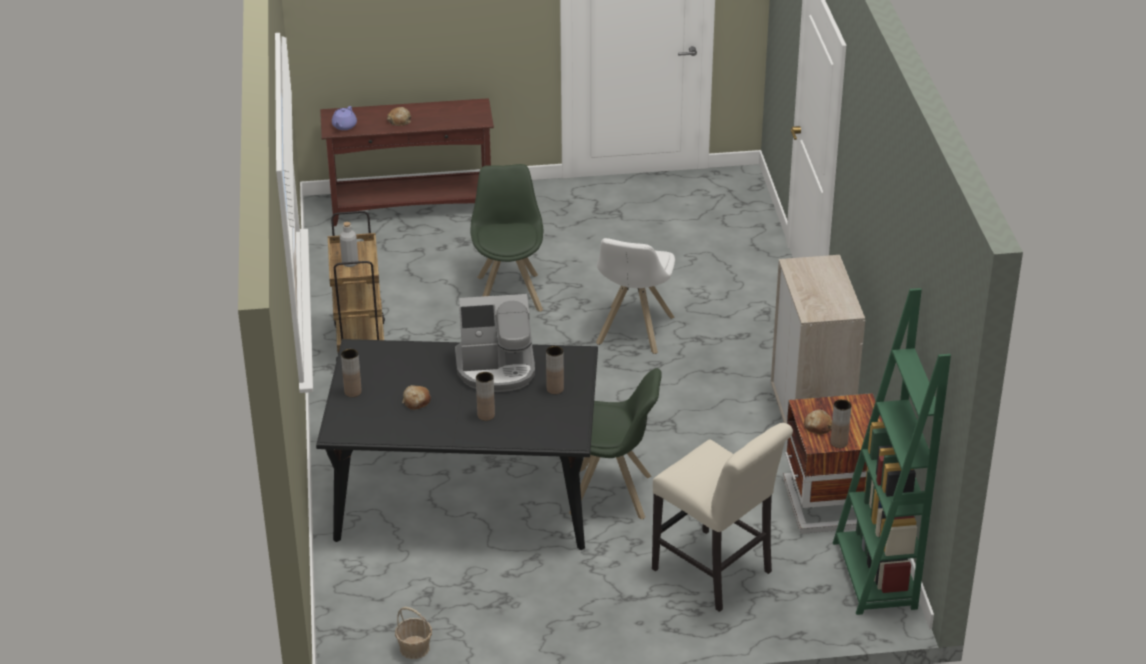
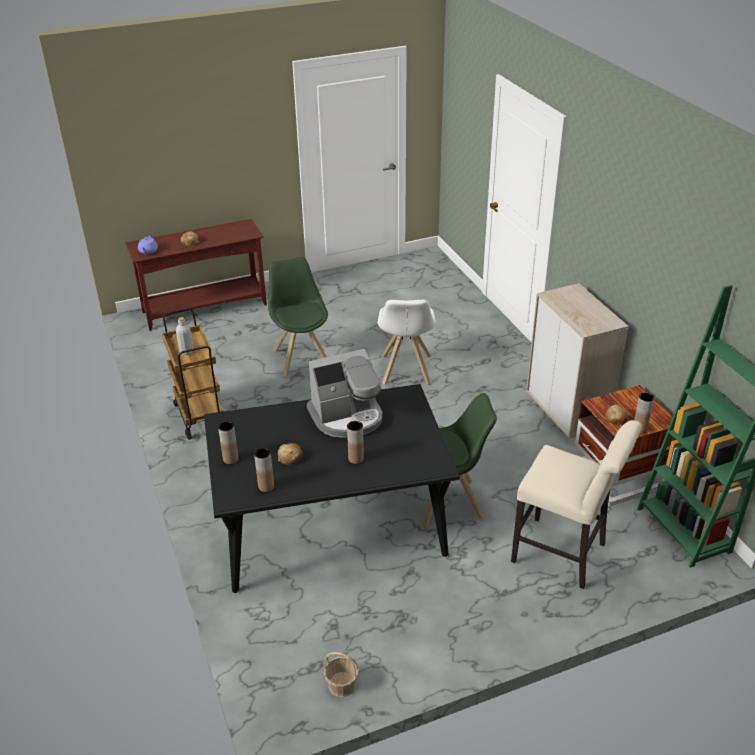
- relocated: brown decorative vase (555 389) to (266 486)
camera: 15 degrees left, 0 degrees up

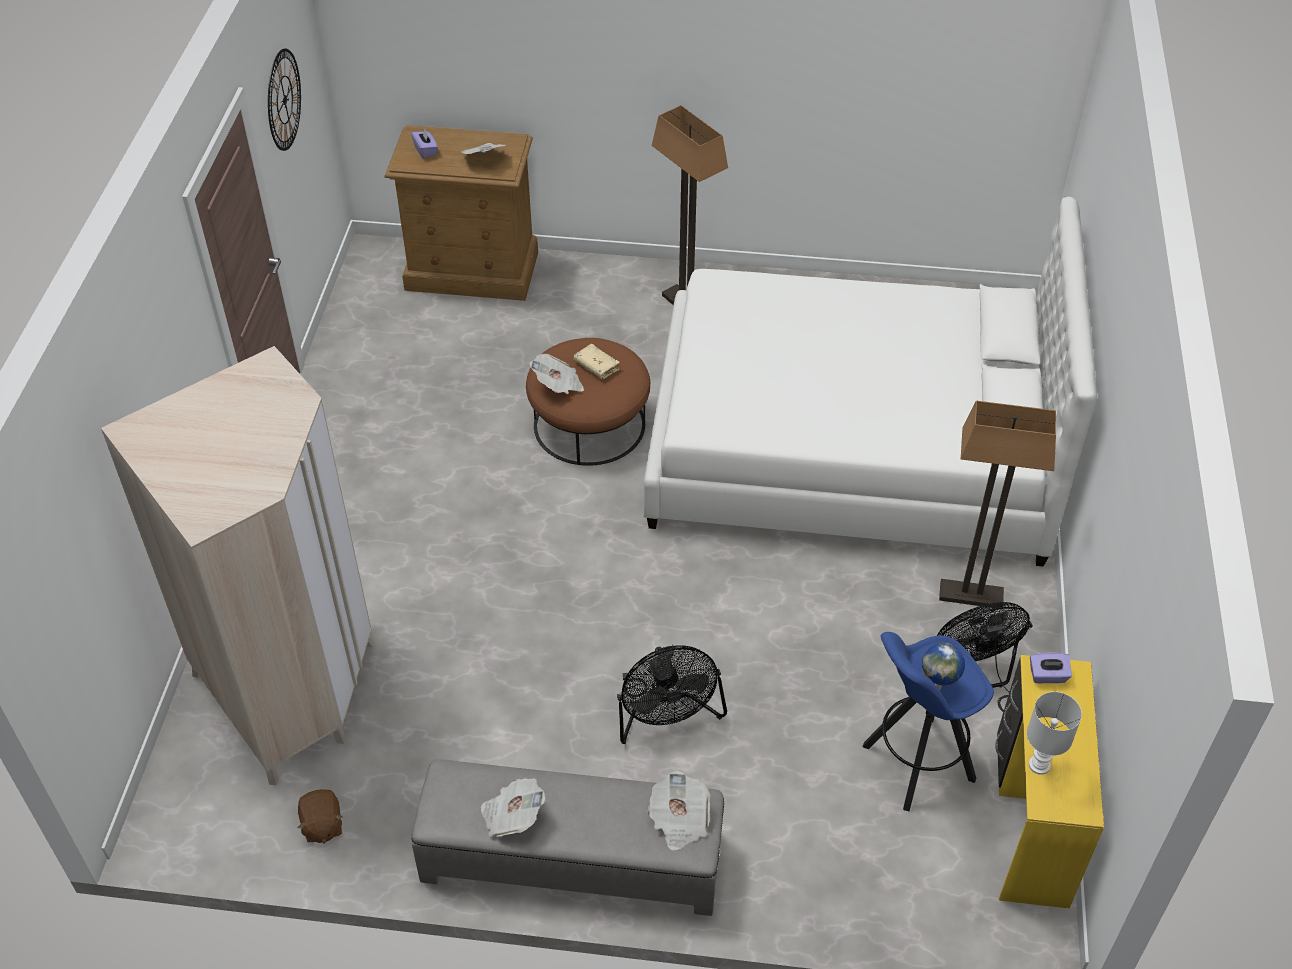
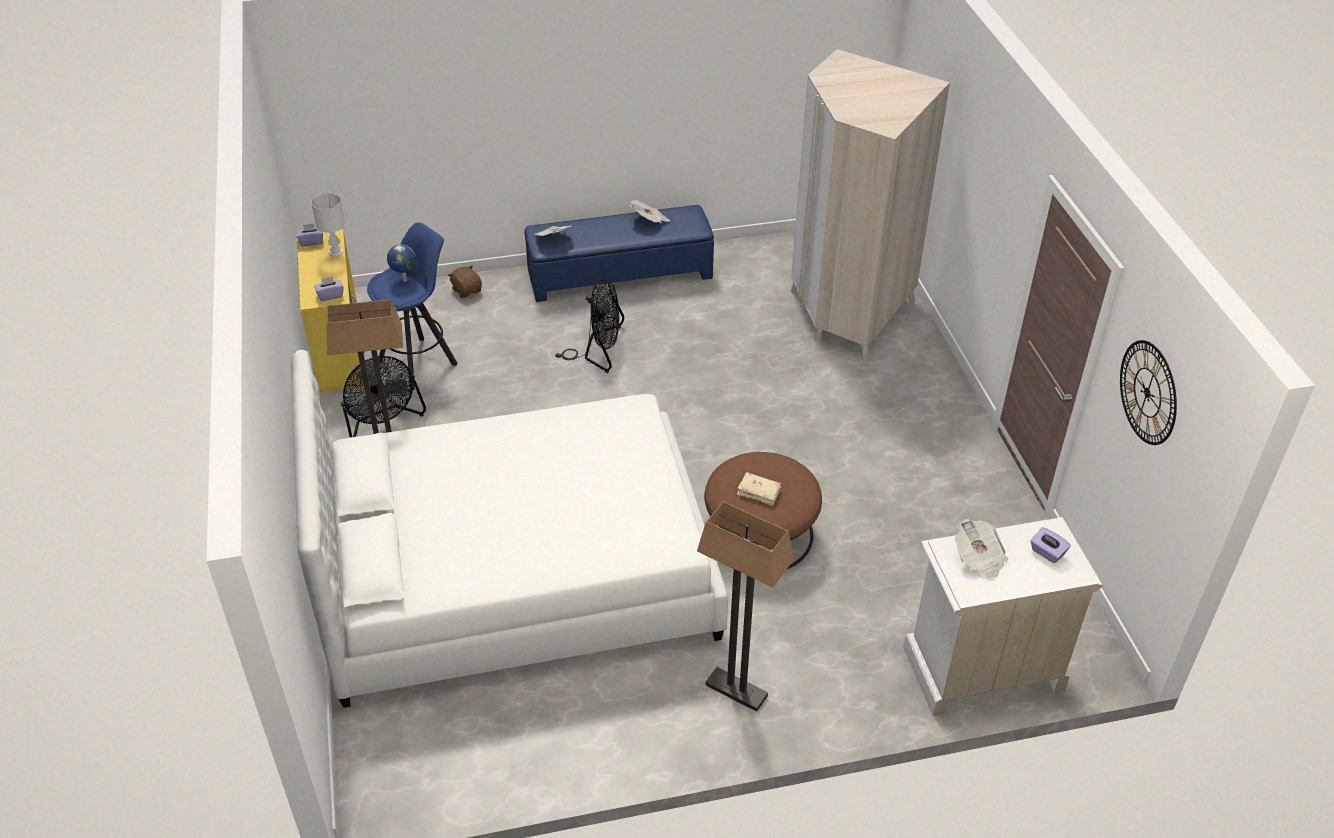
- relocated: brown plush toy (322 825) to (467 290)
- colour: brown drawer chest (472 271) to white drawer chest (982 668)
- colour: gray long seat (570 859) to blue long seat (620 273)
- missing: daily paper (558 385)
- spun: black electric fan (662 714) = (598 349) 135 degrees clockwise
- appeared: purple tissue holder (311 242)
camera: 160 degrees right, 5 degrees down

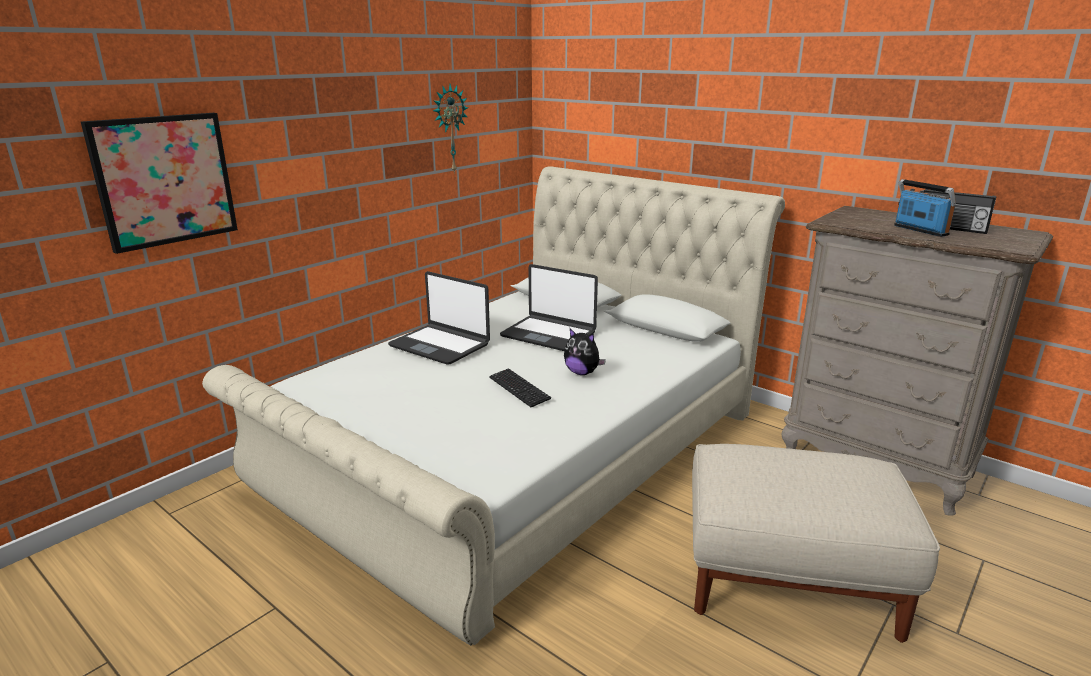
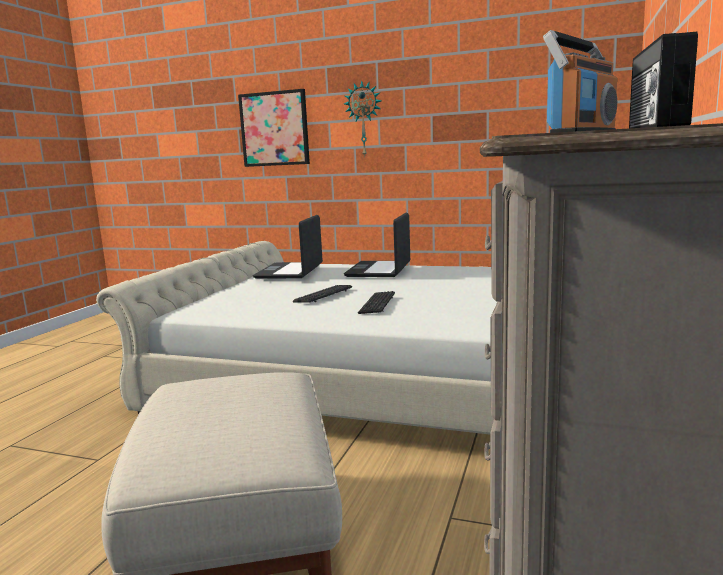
- relocated: wall clock (449 129) to (364 119)
- relocated: laptop (549 334) to (290 272)
- exchanged: plush toy (582 372) to PC keyboard (377 304)
camera: 70 degrees right, 10 degrees down

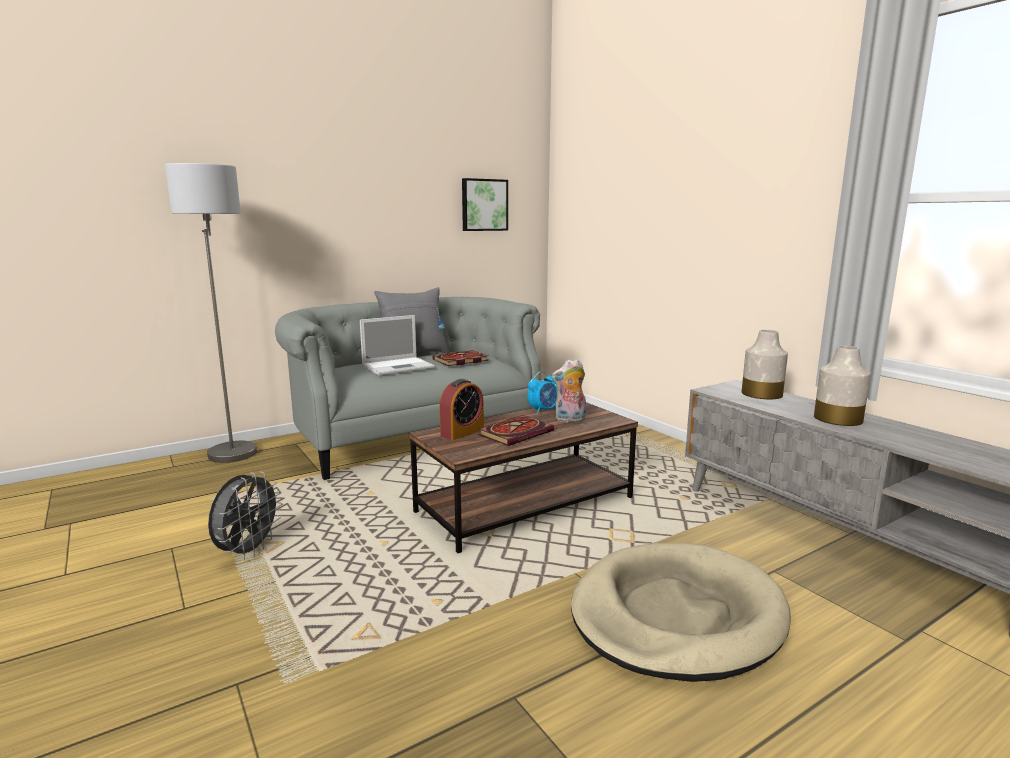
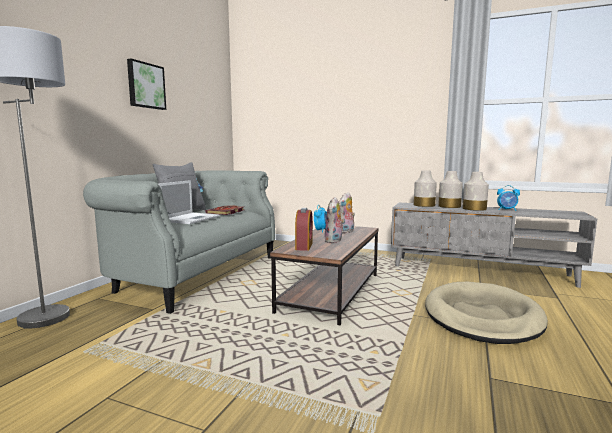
- missing: gray electric fan (248 551)
- relocated: wall picture (484 205) to (145 85)
- exchanged: volume (516 432) to plush toy (334 241)
- appeared: sand-coloured decorative vase (449 206)
- appeared: alarm clock (507 210)
camera: 35 degrees left, 5 degrees down

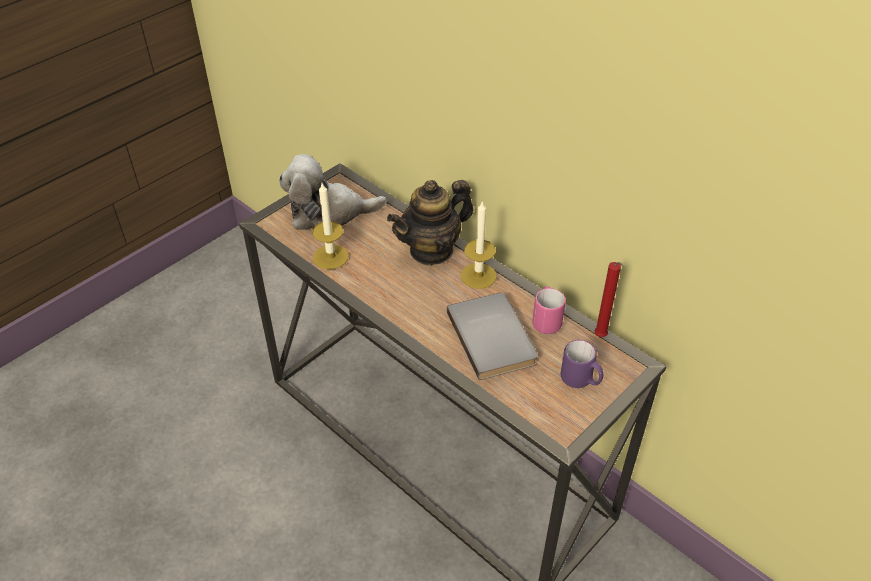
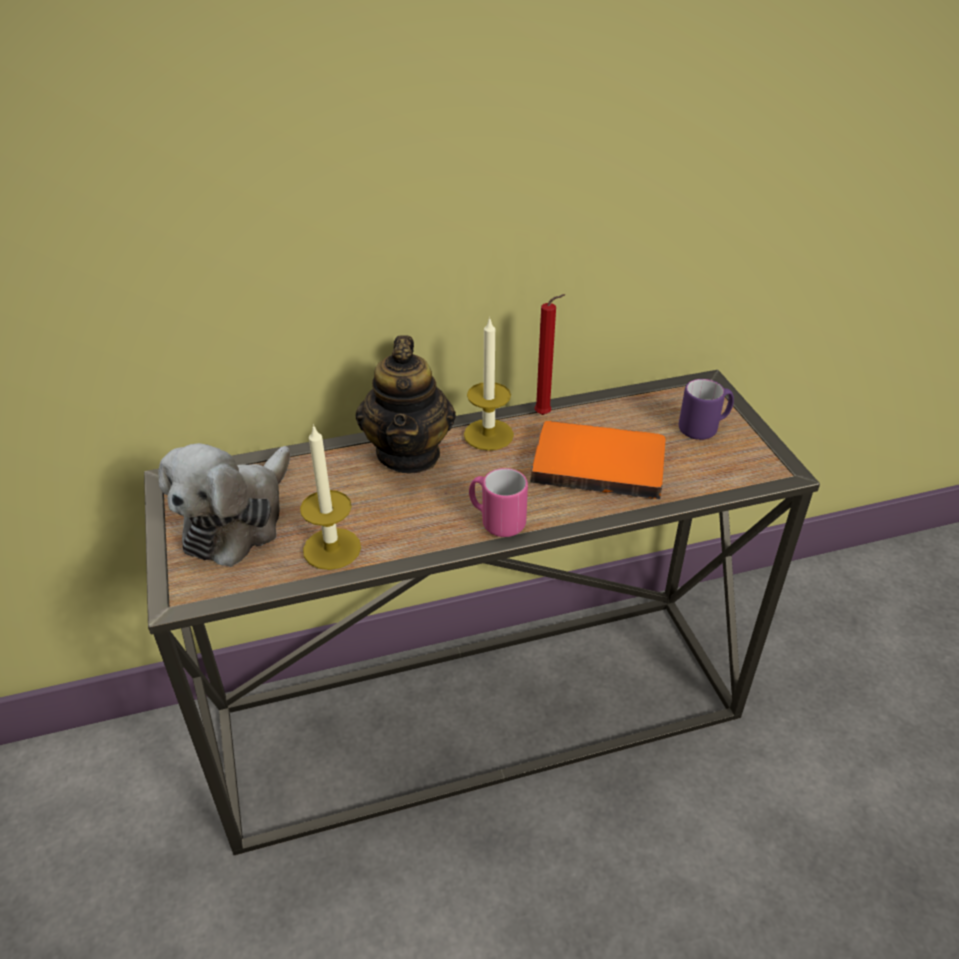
- colour: gray volume (494 337) to orangey volume (599 461)
- relocated: pinkish tea mug (546 320) to (496 521)
- relocated: reddish wax candle (601 337) to (545 415)
camera: 60 degrees left, 5 degrees down

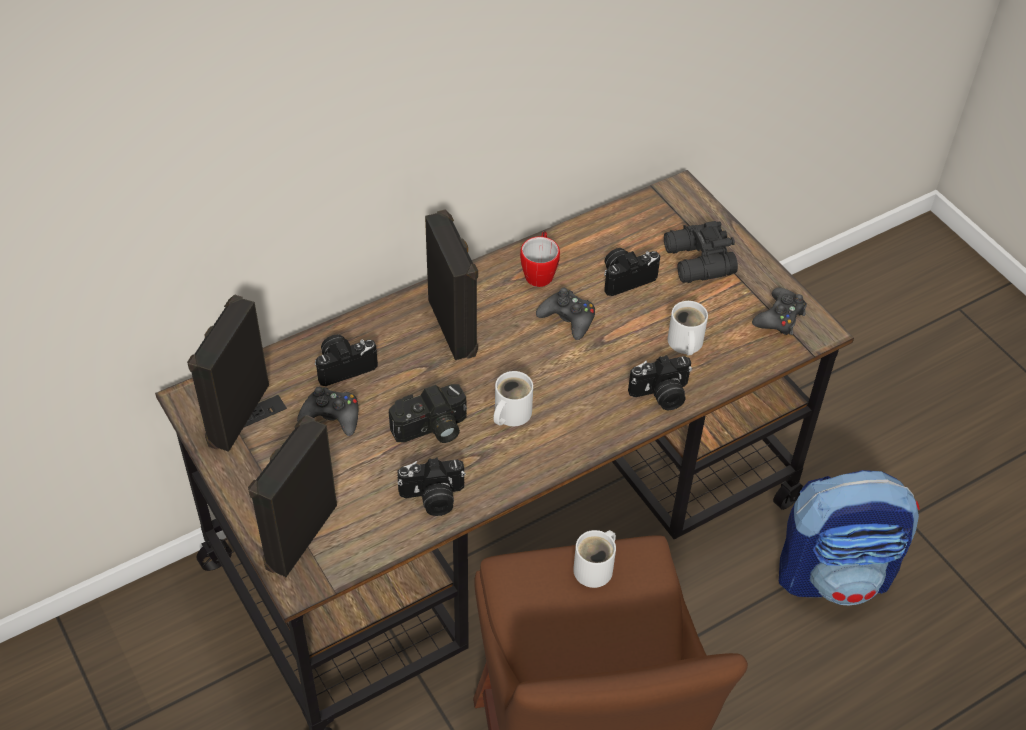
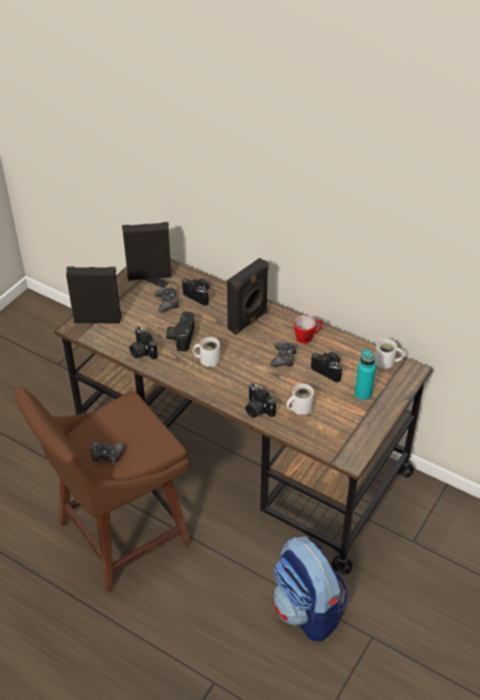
- spun: photo camera (431 430) = (180 337) 60 degrees clockwise
- relocated: white tea mug (596 568) to (386 362)
- exchanged: black pair of binoculars (697 262) to turquoise drink bottle (363 394)
- relocated: black joypad (780 317) to (106 455)
camera: 65 degrees right, 5 degrees down

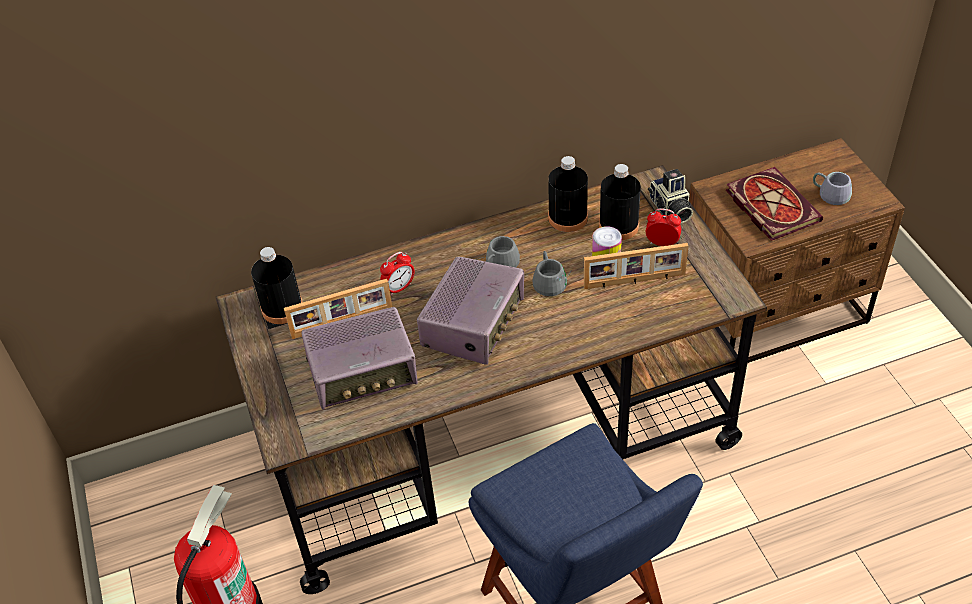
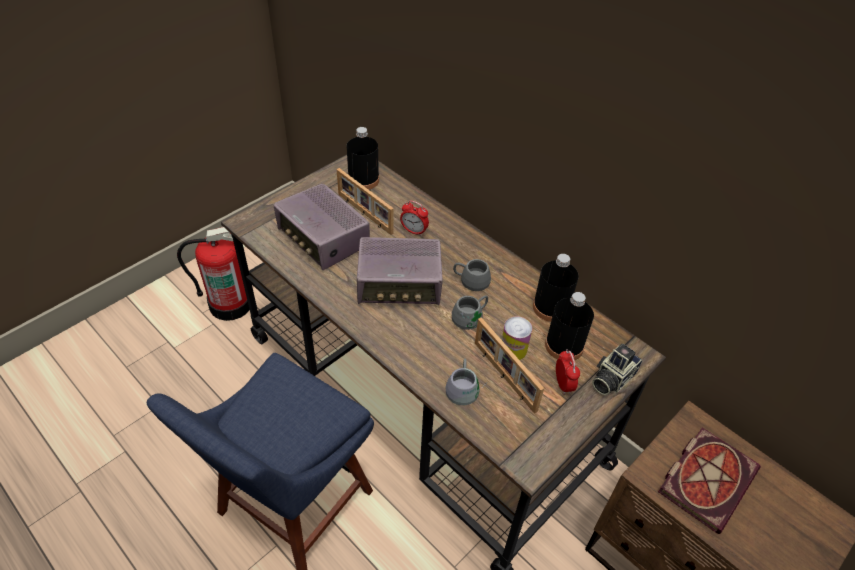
- relocated: gray tea mug (831 192) to (466 388)
camera: 60 degrees right, 0 degrees up

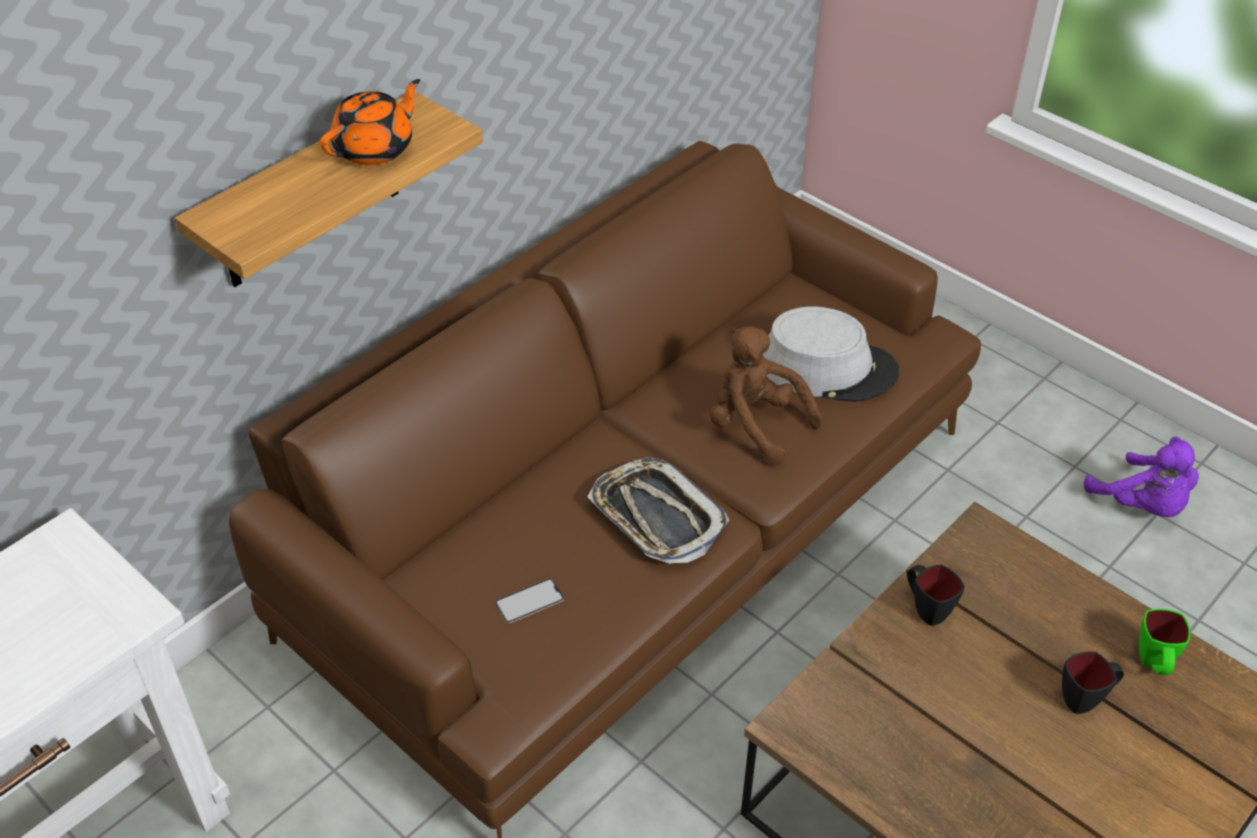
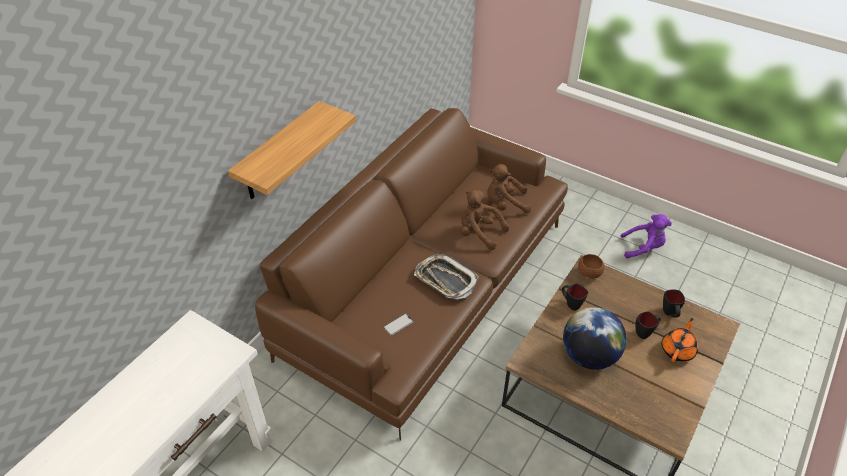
- relocated: orangey teapot (376 148) to (678 350)
- exchanged: gray wearable hat (828 367) to brown plush toy (505 204)
- spun: purple plush toy (1142 505) = (643 248) 45 degrees counterclockwise
- colour: green-coloured tea mug (1154 665) to black tea mug (670 314)
- appeared: desk globe (589 356)
- appeared: brown deep dish (589 273)
camera: 10 degrees left, 0 degrees up

